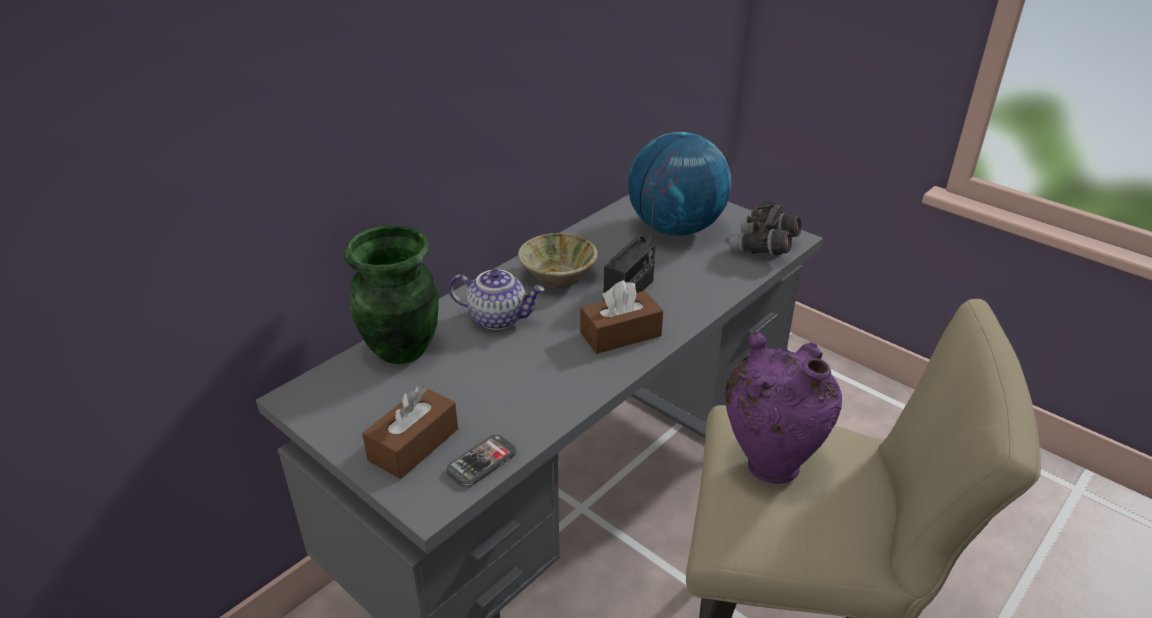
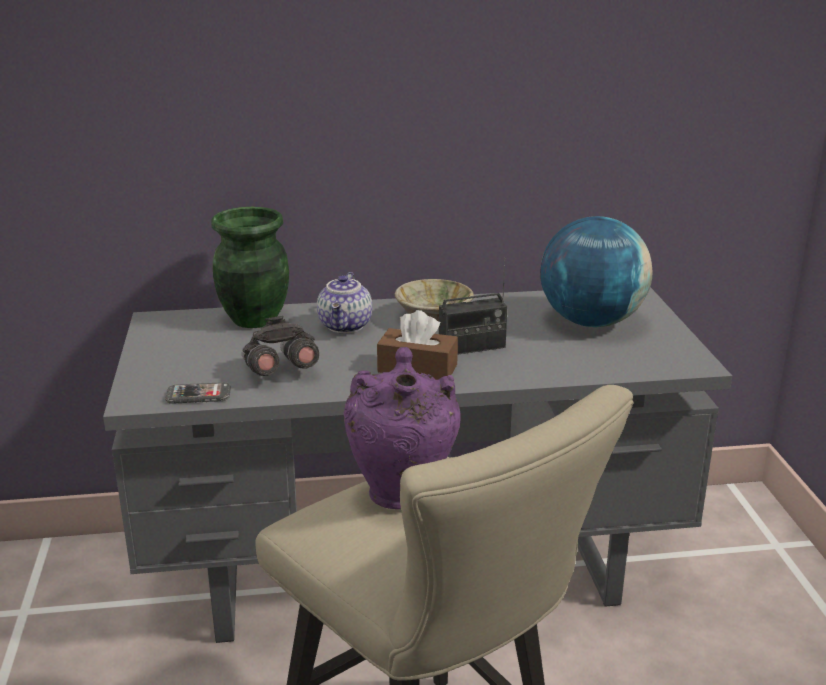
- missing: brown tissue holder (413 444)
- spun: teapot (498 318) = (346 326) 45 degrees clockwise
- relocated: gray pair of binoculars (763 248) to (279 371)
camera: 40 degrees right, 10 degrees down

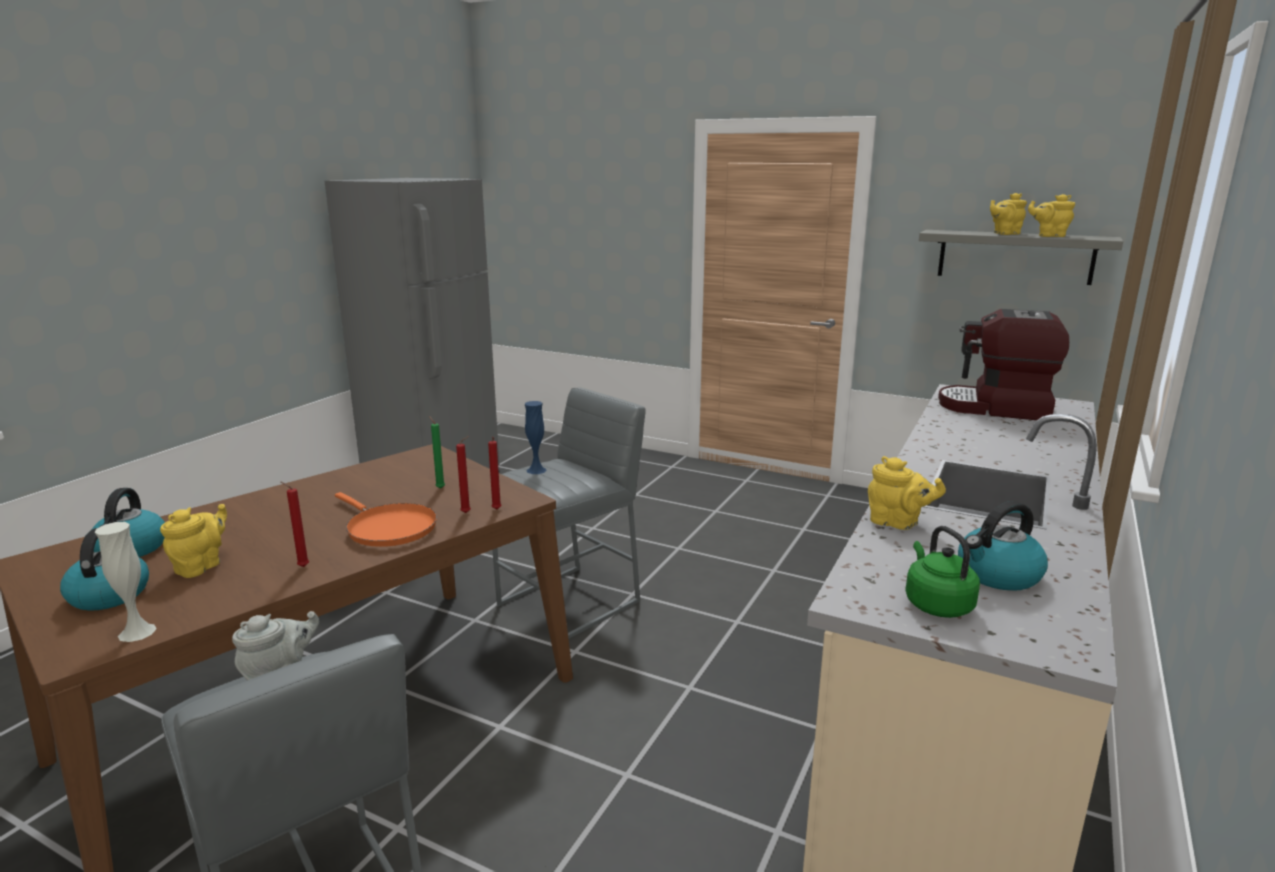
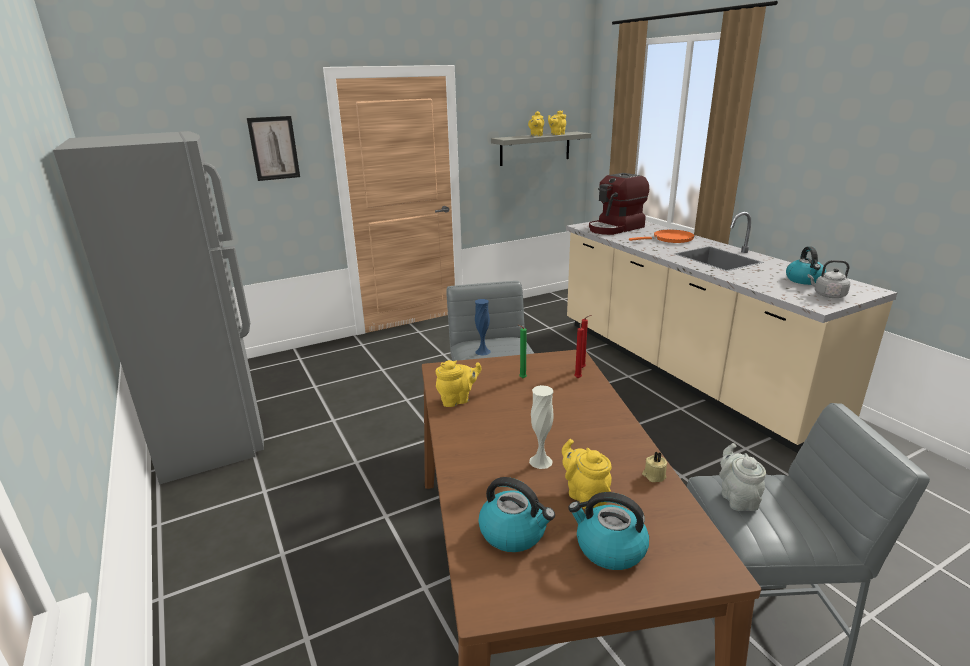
- relocated: white decorative vase (137 632) to (540 461)
- missing: reddish wax candle (301 567)
- relocated: orangey skillet (388 528) to (670 239)
- relocated: yellowish teapot (898 523) to (457 400)
- colour: green-coloured tea kettle (936 604) to gray tea kettle (827 295)
- appeared: wall picture (274 148)
- appeared: sand-coloured wax candle (653 476)
camera: 55 degrees left, 5 degrees up

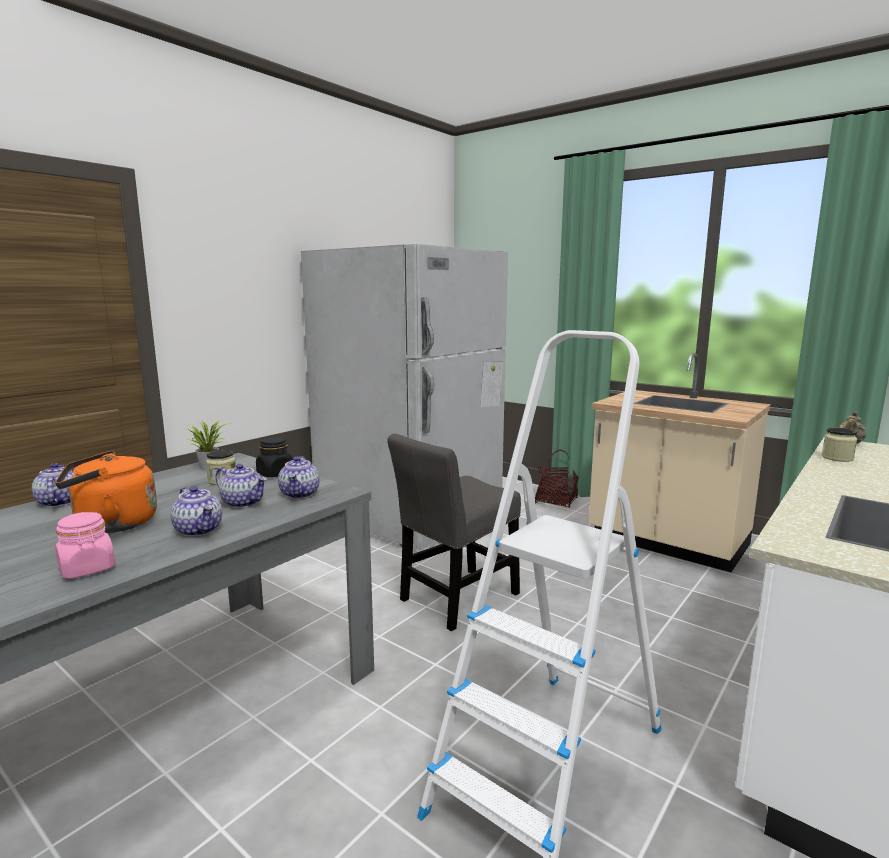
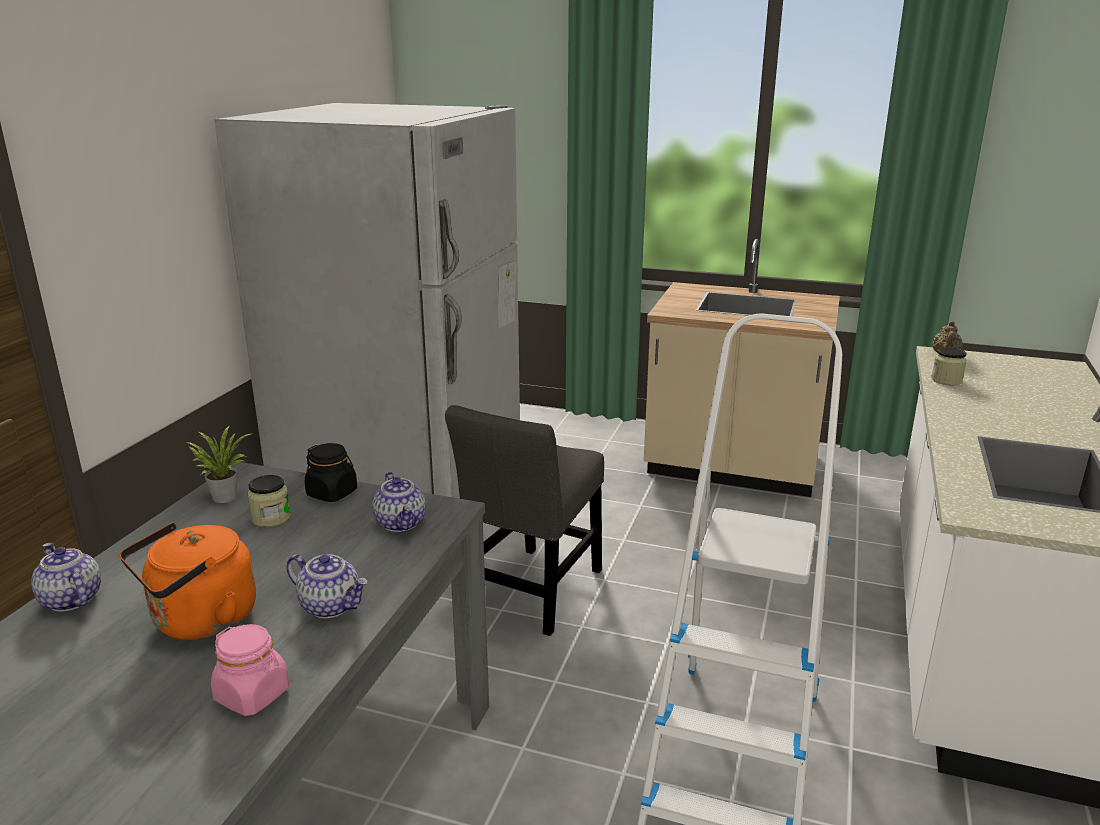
- missing: teapot (243 503)
- missing: household basket (556 500)
camera: 20 degrees left, 10 degrees up

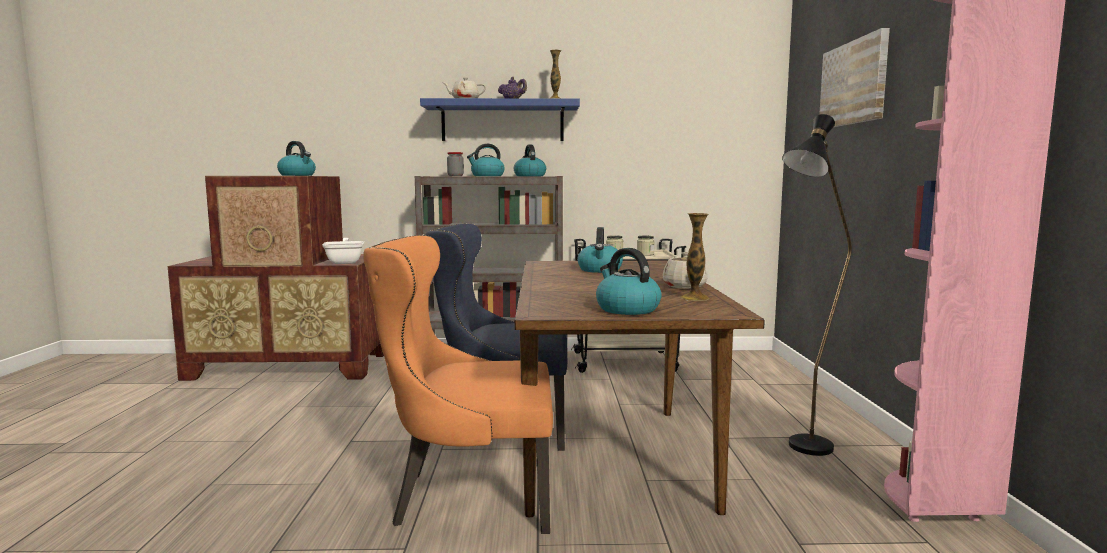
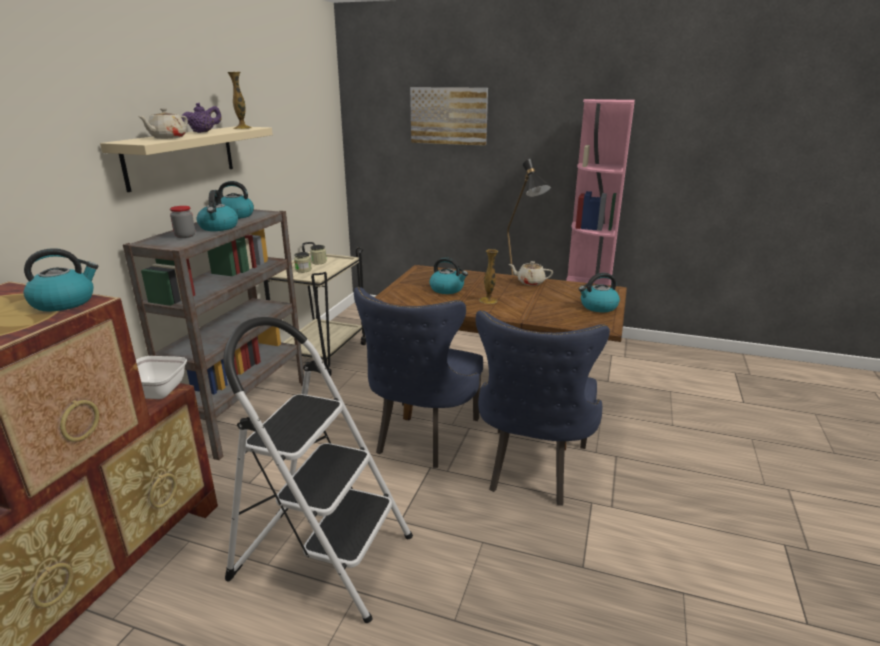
- colour: orangey plain chair (468 497) to blue plain chair (533 468)
- colour: blue shelf (502 122) to sand-coloured shelf (181 156)
- relocated: decorative vase (694 298) to (488 300)
- appeared: step stool (319 555)
camera: 70 degrees left, 15 degrees up

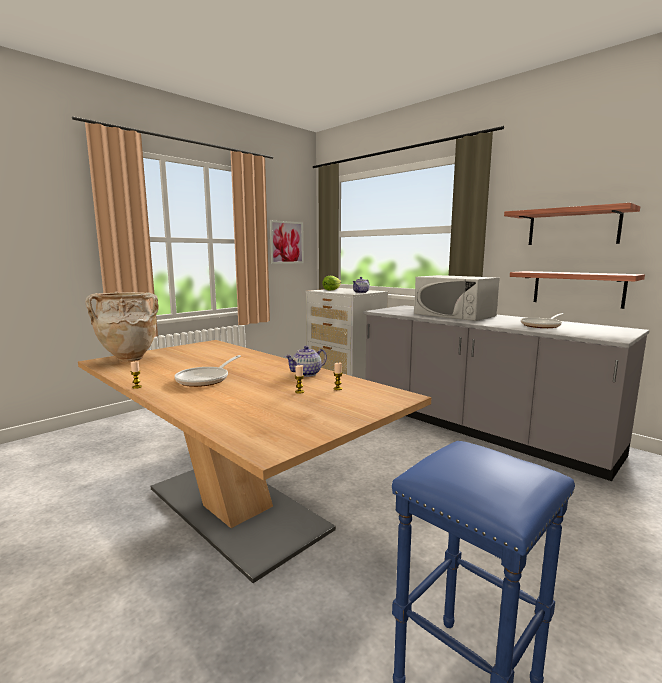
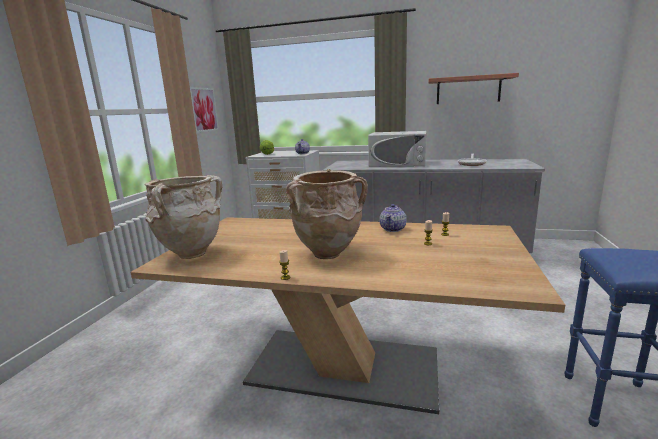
- exchanged: skillet (206 379) to sand-coloured decorative vase (328 253)
- missing: shelf (578 289)
camera: 30 degrees left, 5 degrees up

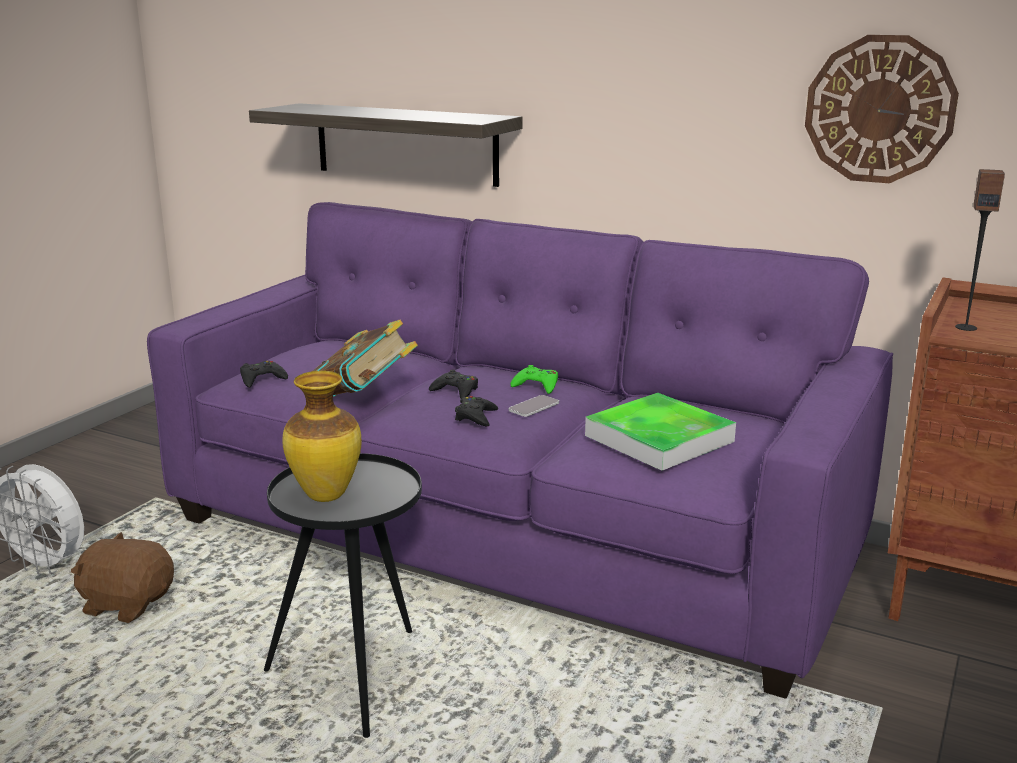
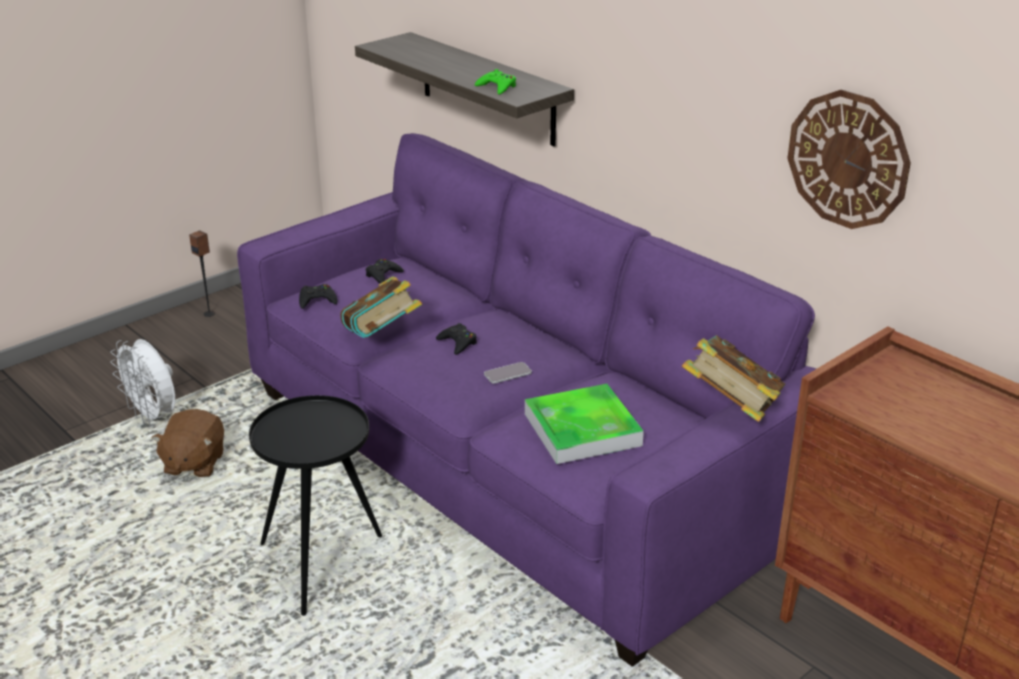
- spun: brown plush toy (127 603) = (194 463) 120 degrees counterclockwise
- missing: decorative vase (325 495)
- relocated: black joypad (475 416) to (383 275)
- relocated: green-coloured joypad (537 385) to (497 87)
- relocated: speaker (966 327) to (209 313)
- appeared: volume (730 409)
camera: 20 degrees right, 10 degrees up

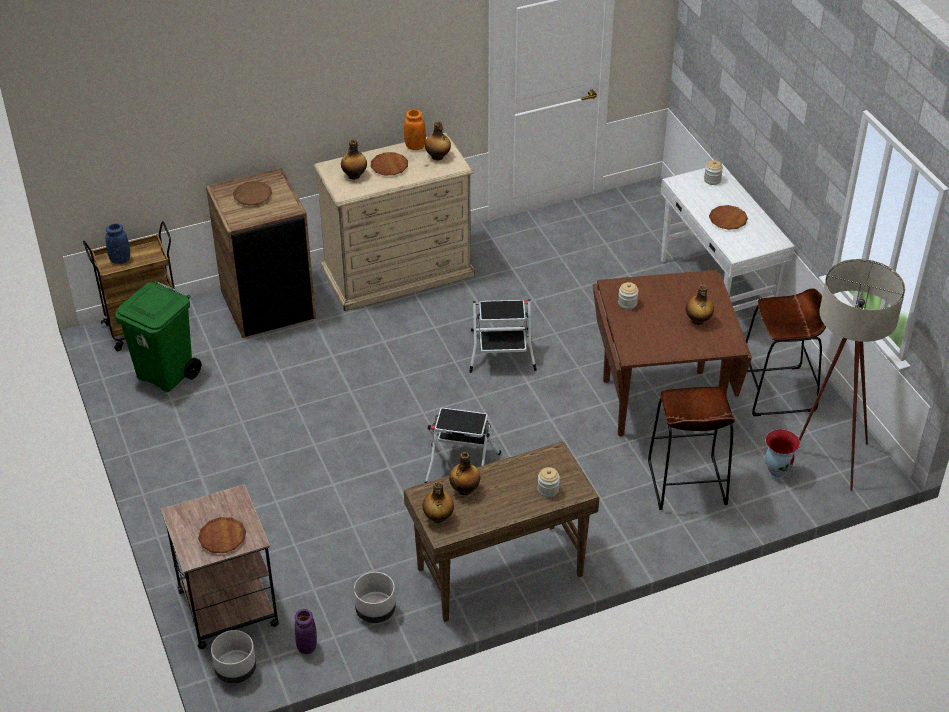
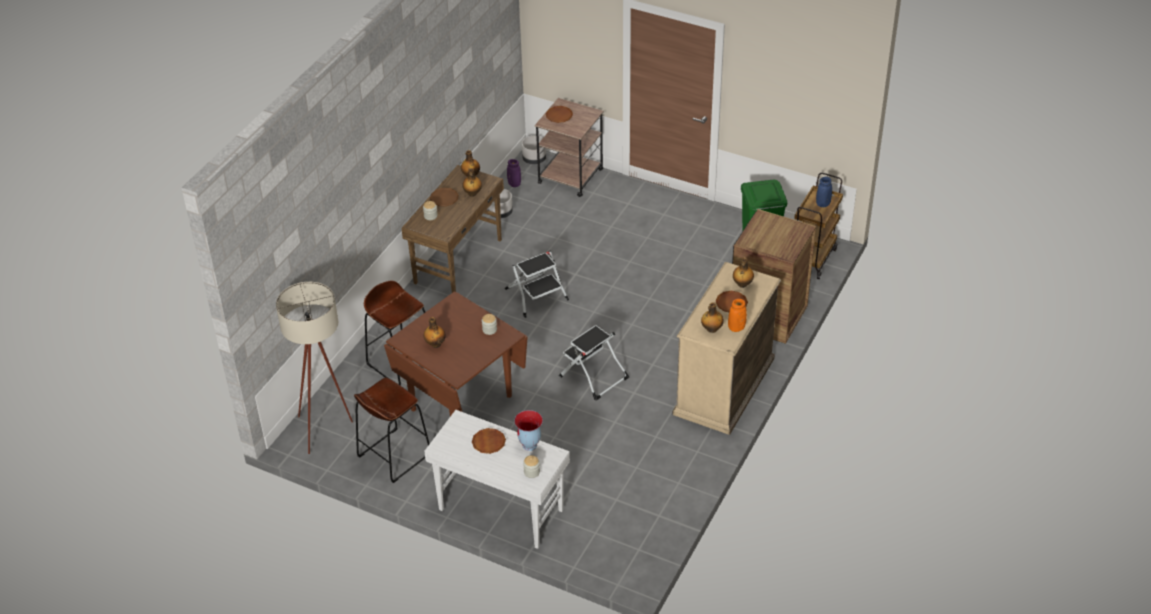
- relocated: brown plate (252 196) to (444 199)
- relocated: decorative vase (777 472) to (530 446)
camera: 140 degrees right, 0 degrees up

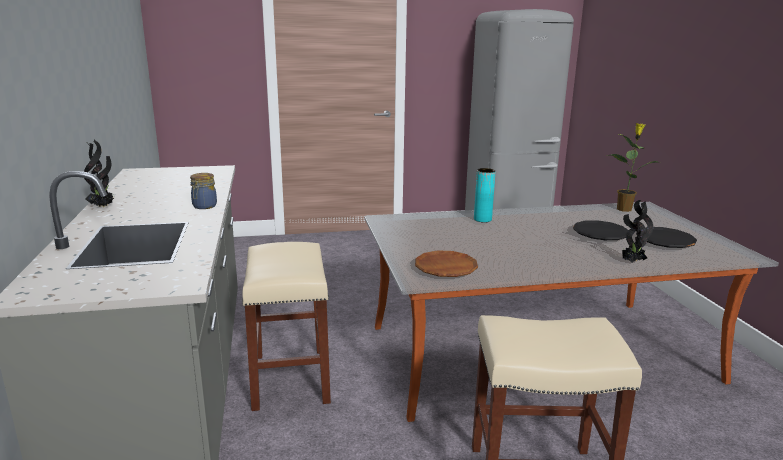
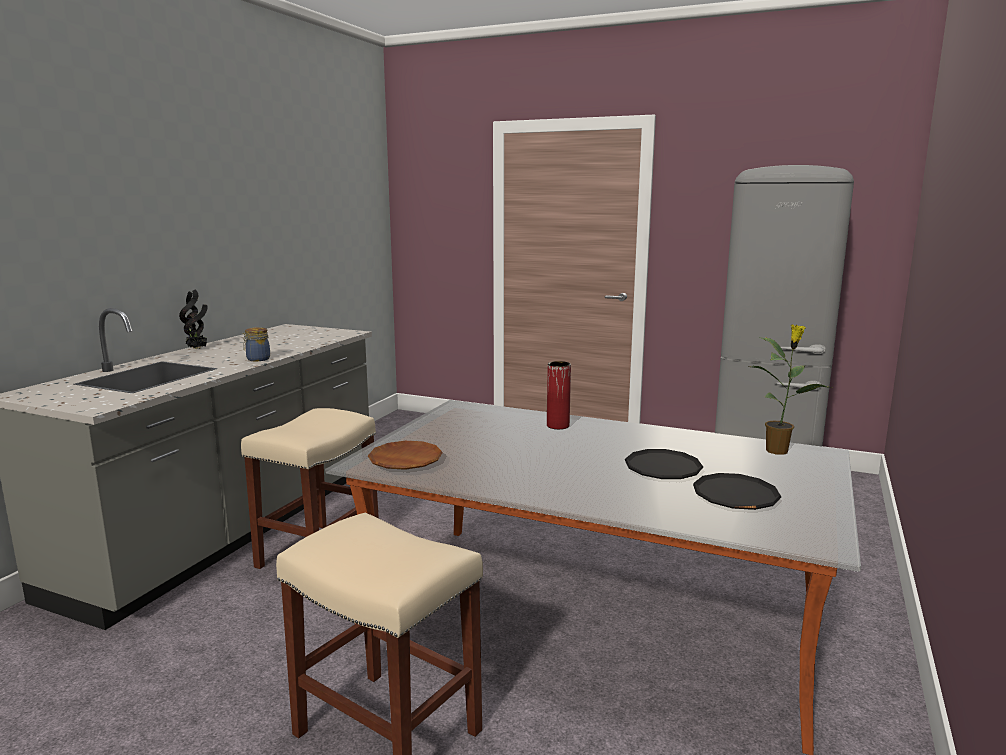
- colour: turquoise decorative vase (482 219) to reddish decorative vase (558 426)
- missing: potted plant (631 262)
camera: 35 degrees right, 5 degrees down

